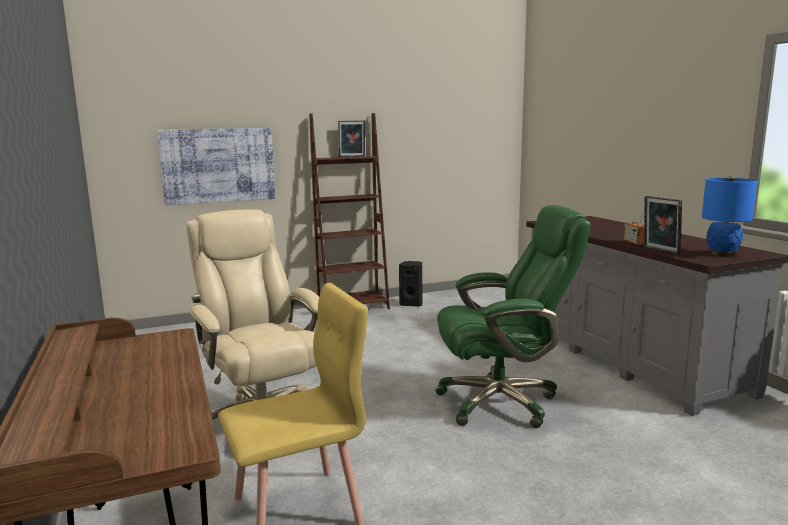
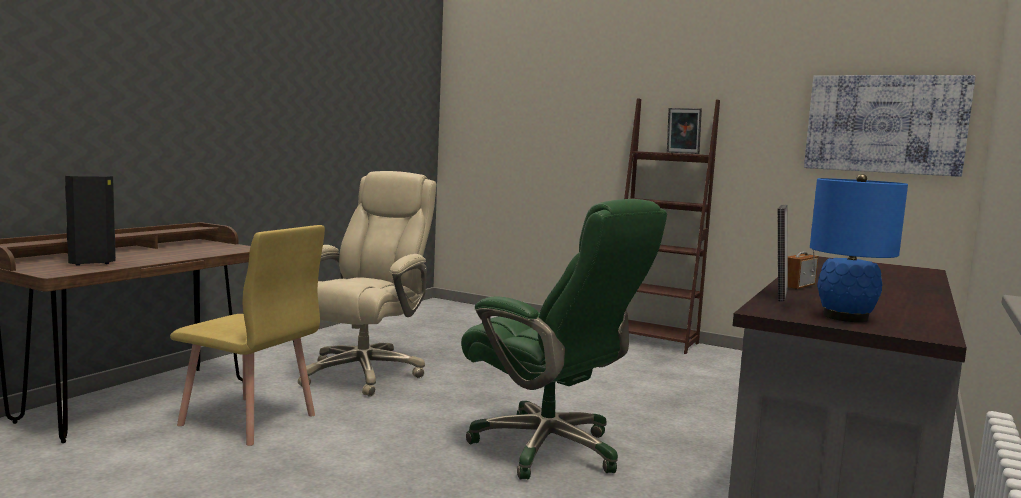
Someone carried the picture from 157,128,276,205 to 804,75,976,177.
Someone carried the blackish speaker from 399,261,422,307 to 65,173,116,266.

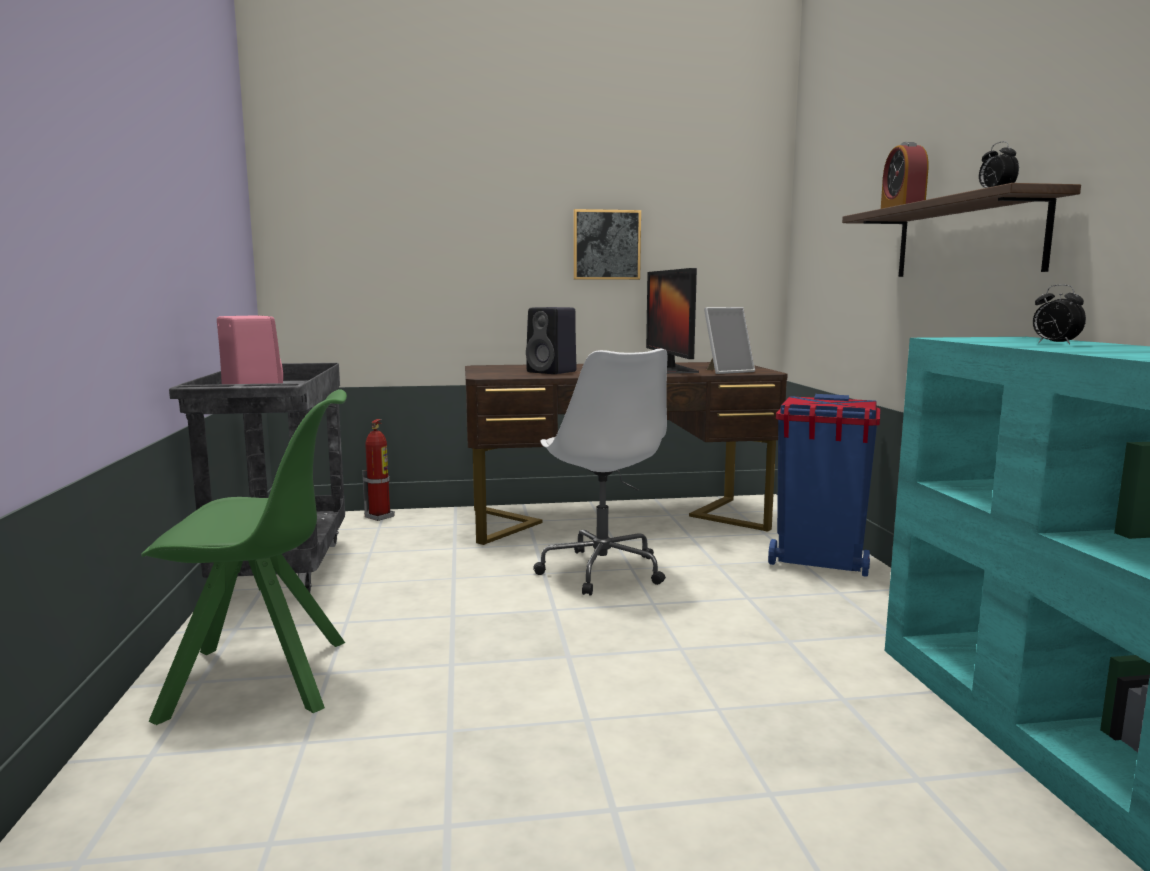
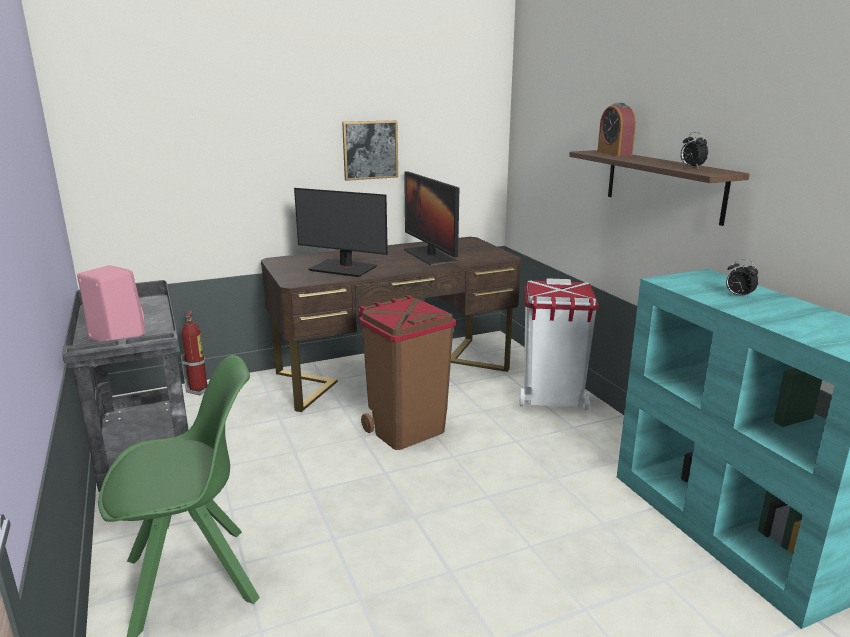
Someone took away the picture frame at 704,307,755,374.
Someone swapped the blackish speaker at 526,307,577,374 for the computer display at 294,188,388,277.
Someone swapped the white-coloured desk chair at 533,349,668,595 for the brown-coloured rubbish bin at 357,295,456,450.
Someone repainted the bluish rubbish bin at 768,394,880,577, which became the white-coloured rubbish bin at 519,278,599,410.

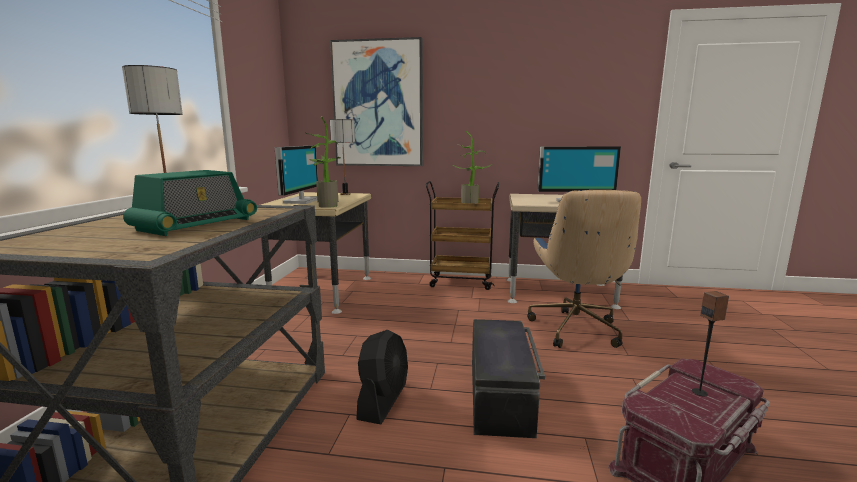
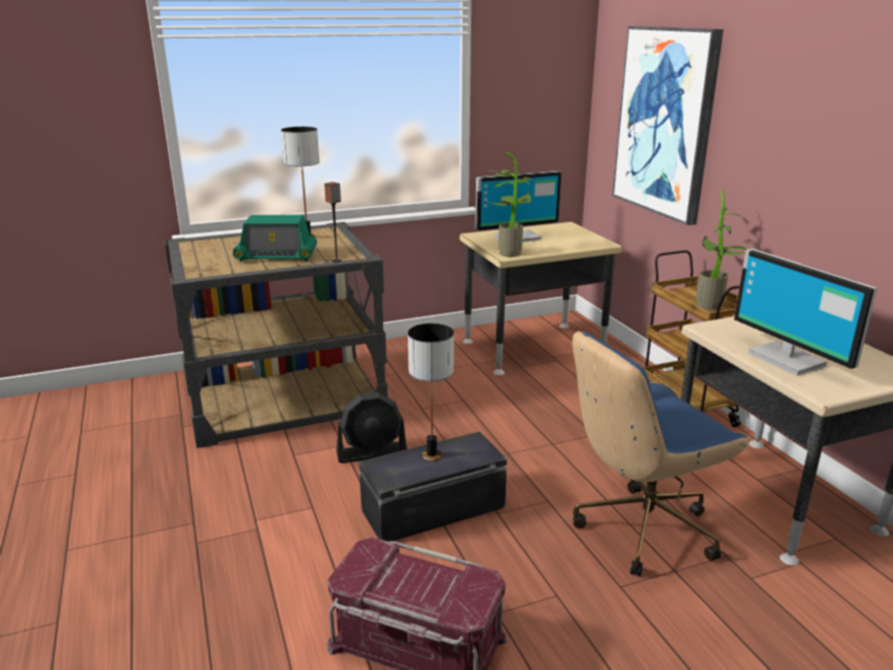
Someone carried the tabletop lamp from 330,119,355,195 to 408,323,454,461.
Someone carried the speaker from 692,291,729,397 to 324,182,342,263.

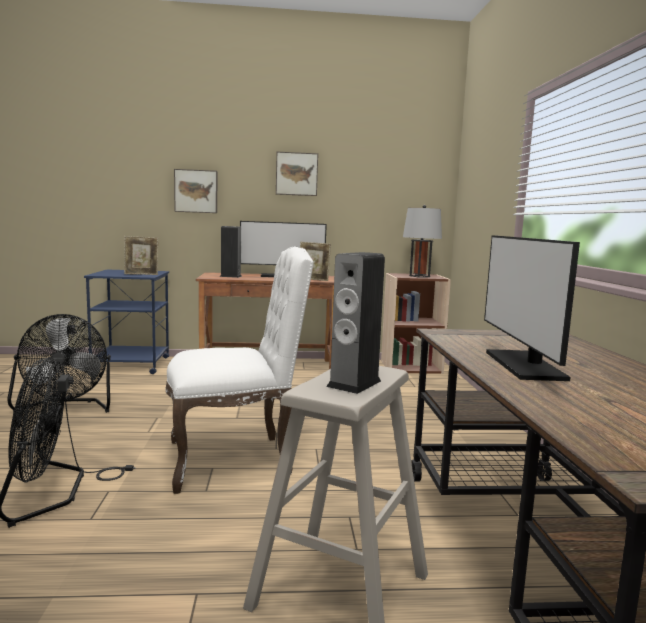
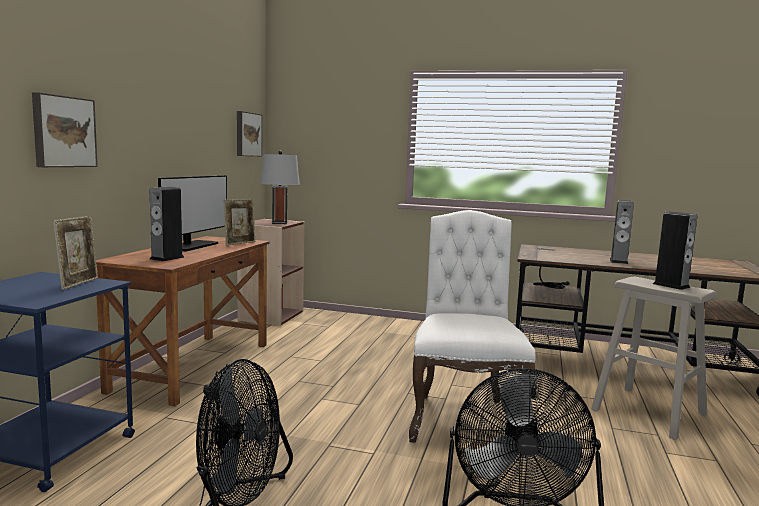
Someone carried the picture from 276,152,318,196 to 237,111,262,156.
Someone swapped the computer display at 484,235,580,381 for the speaker at 610,200,634,264.

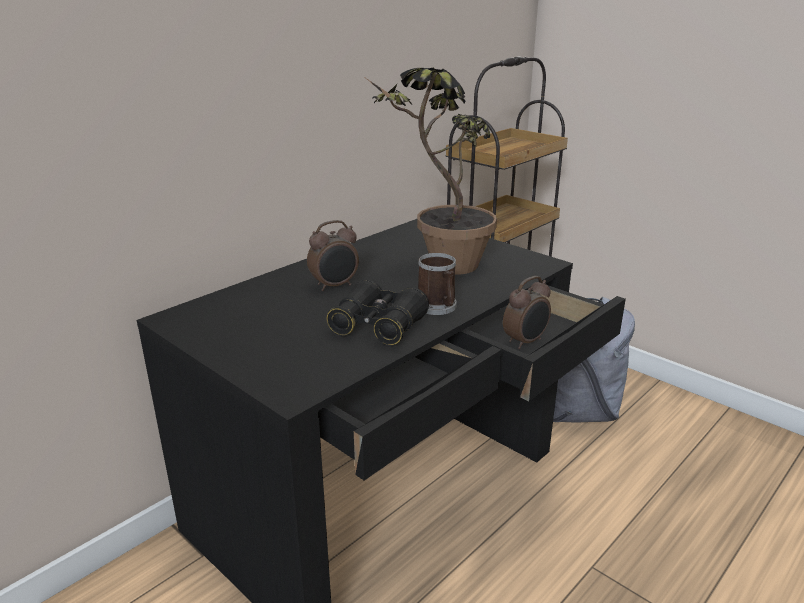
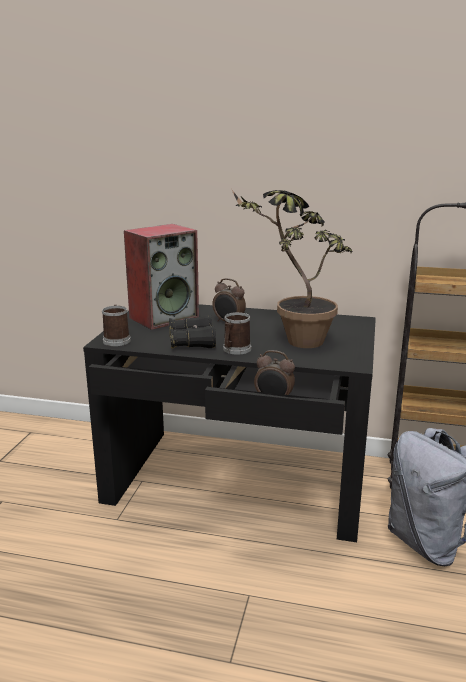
Someone put down the tea mug at 102,305,131,346.
Someone put down the speaker at 124,224,199,330.

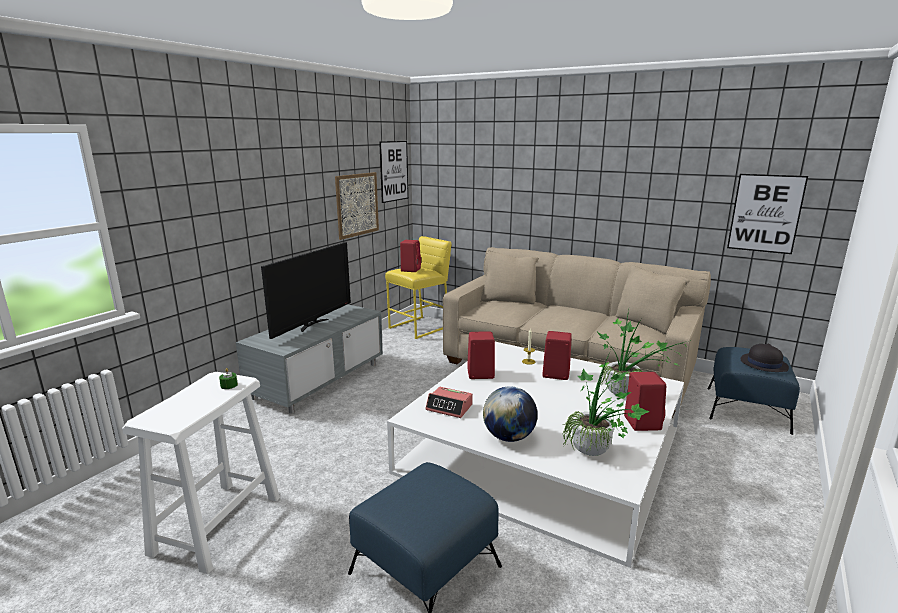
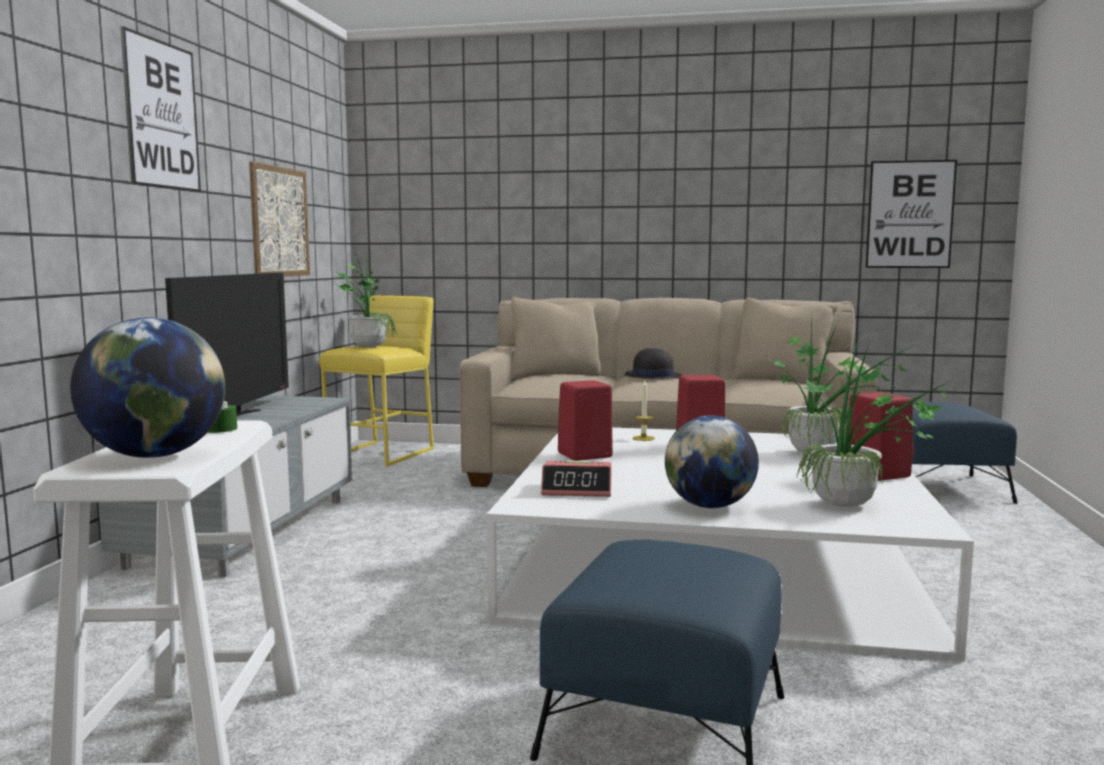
Someone put down the globe at 70,318,225,458.
Someone carried the picture from 379,141,408,203 to 120,26,201,192.
Someone carried the blackish clothing hat from 741,344,789,372 to 625,348,682,379.
Someone swapped the reddish speaker at 400,240,421,272 for the plant in a pot at 335,242,398,348.

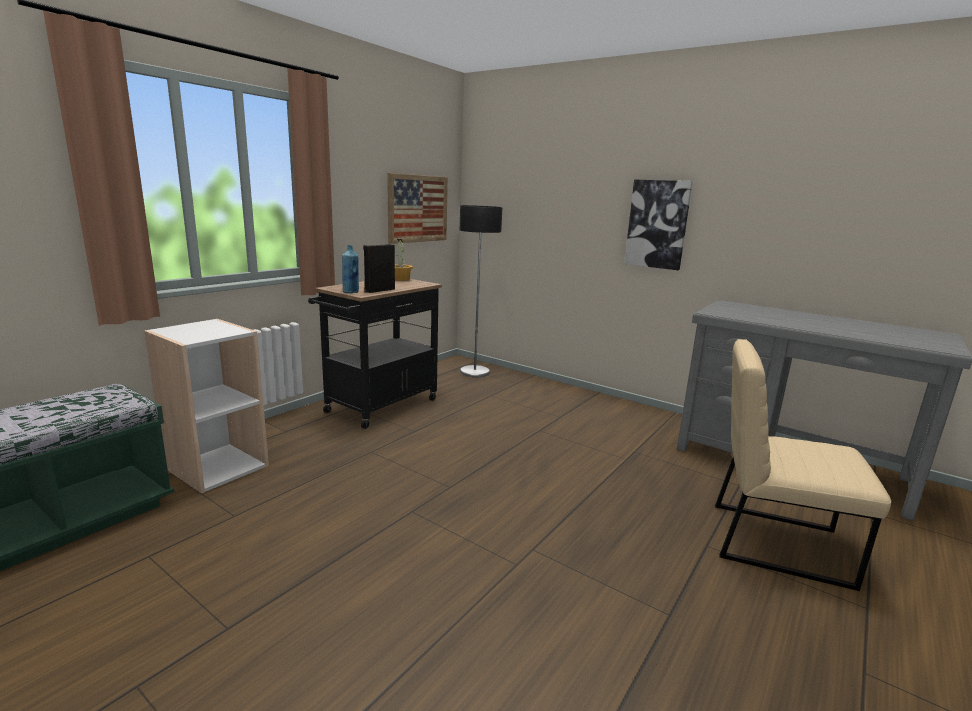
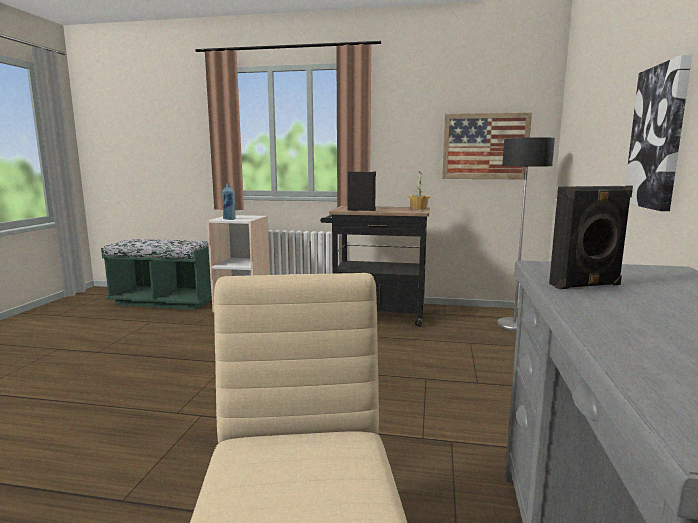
Someone put down the blackish speaker at 549,185,633,289.
Someone carried the bluish bottle from 342,245,359,293 to 222,183,235,220.

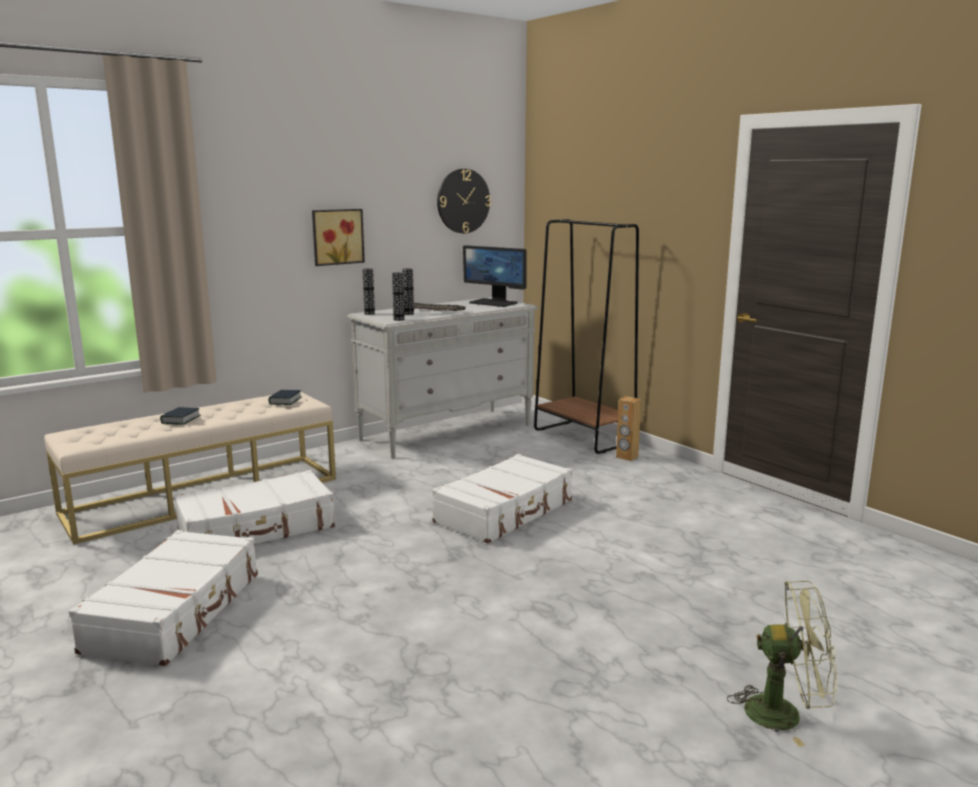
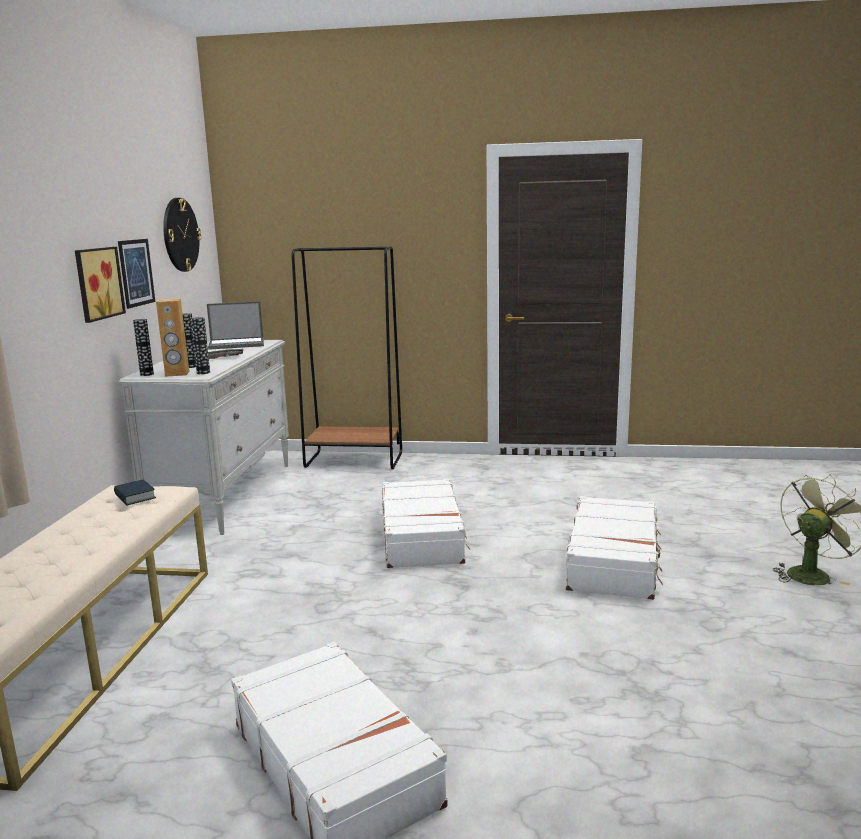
Someone took away the bound book at 160,407,201,425.
Someone put up the picture at 118,239,155,309.
Someone carried the white-coloured piece of luggage from 174,470,335,544 to 566,496,663,600.
Someone carried the brown-coloured speaker from 616,396,641,461 to 156,299,190,376.
Someone swapped the computer display at 463,245,526,307 for the portable computer at 207,301,264,350.

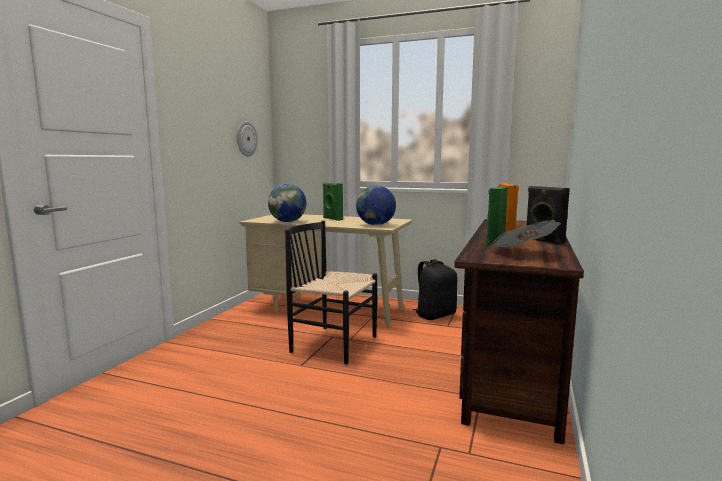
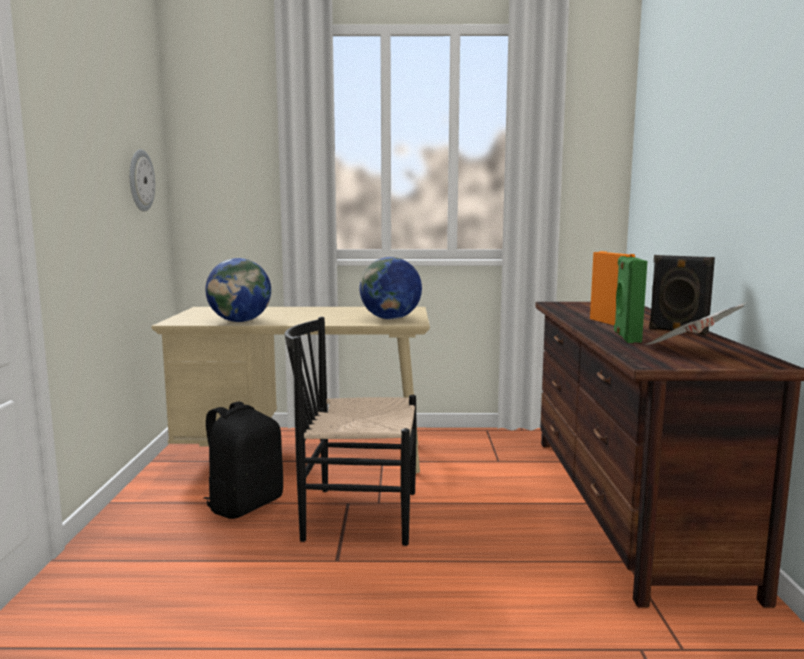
Someone took away the greenish speaker at 323,182,343,221.
Someone carried the blackish rucksack from 413,259,457,320 to 203,401,283,519.

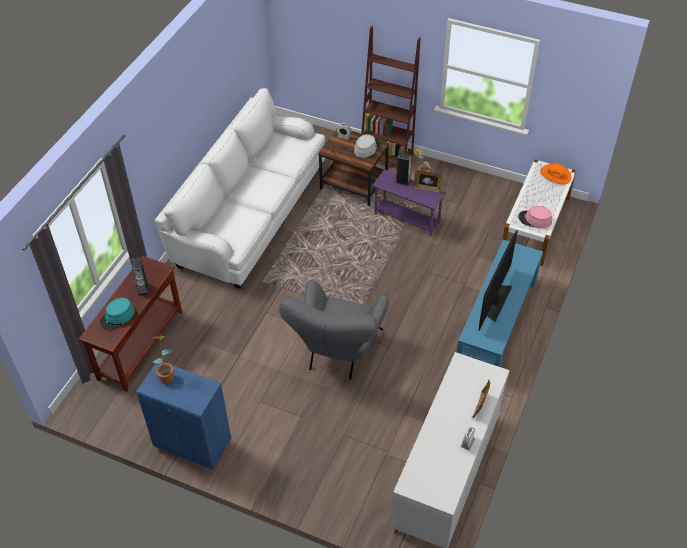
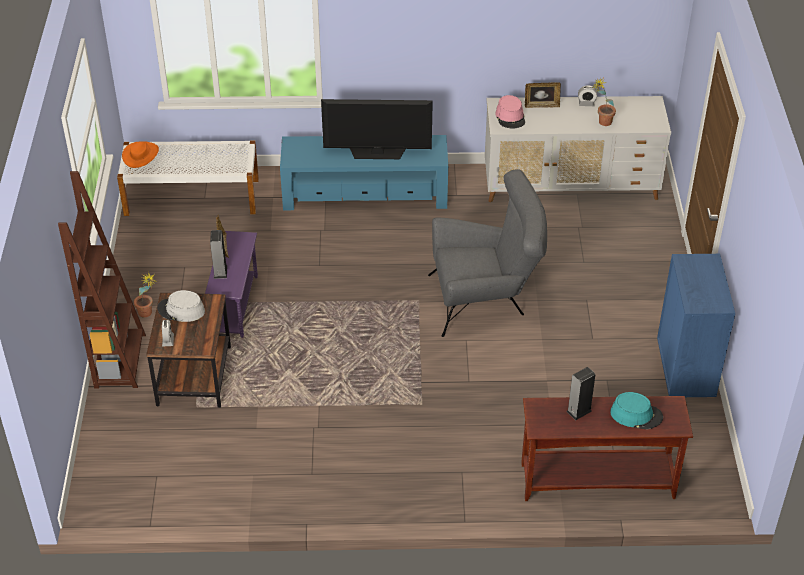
Someone took away the white-coloured couch at 155,88,325,289.
Someone carried the plant in a pot from 152,336,174,384 to 594,78,616,126.
Someone carried the pink-coloured clothing hat from 518,206,552,228 to 496,95,525,129.

